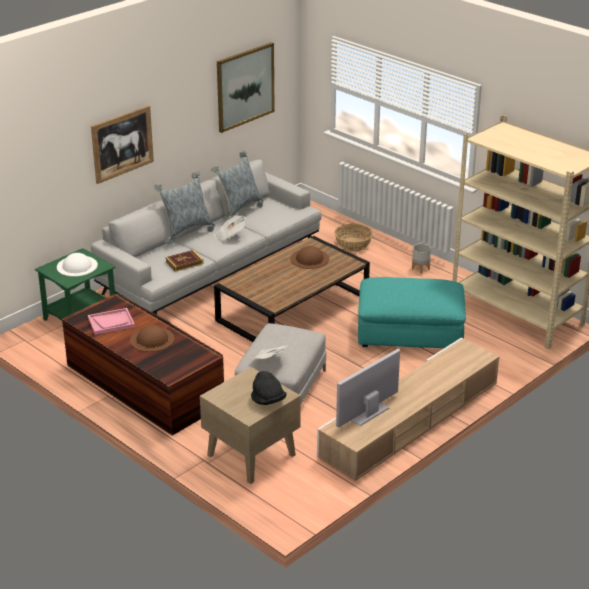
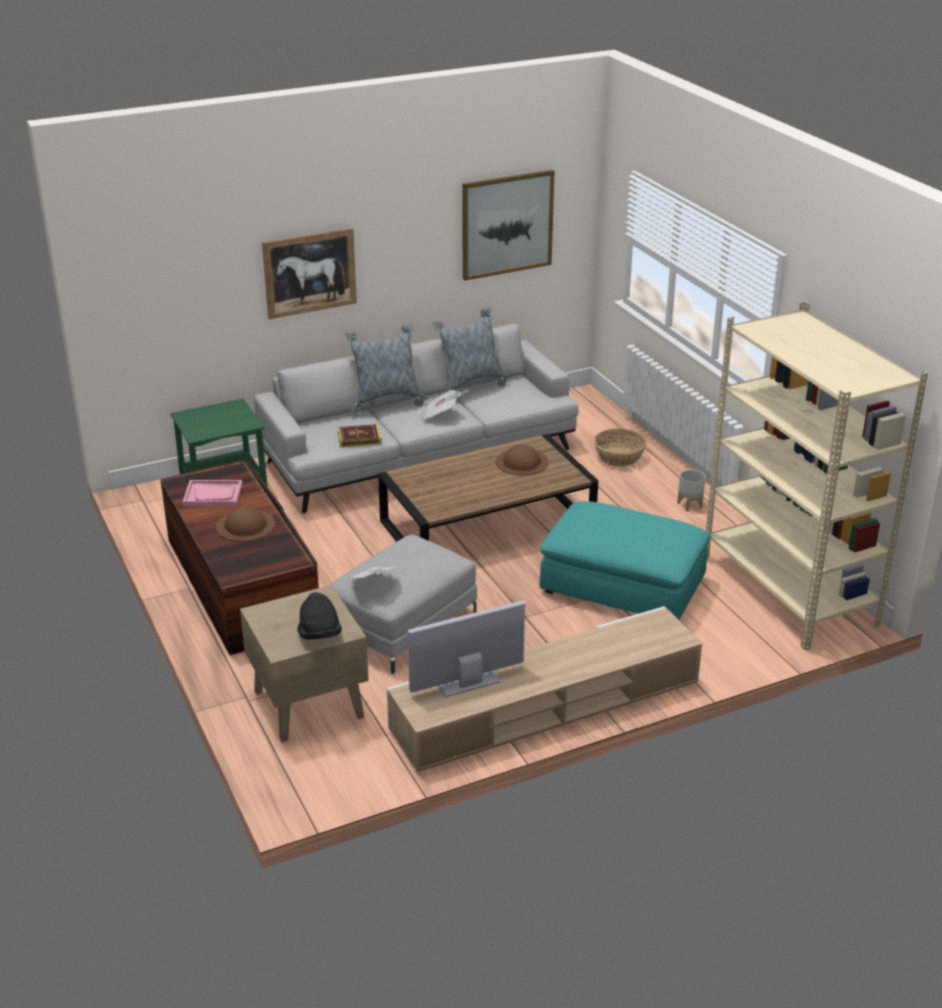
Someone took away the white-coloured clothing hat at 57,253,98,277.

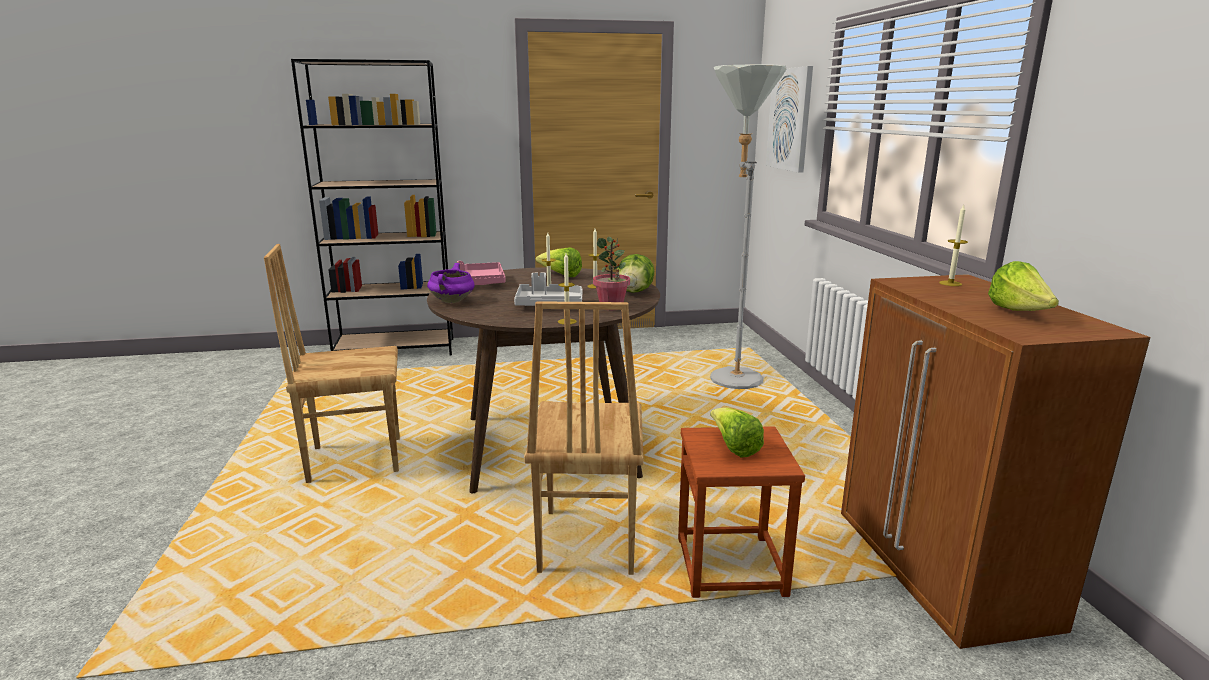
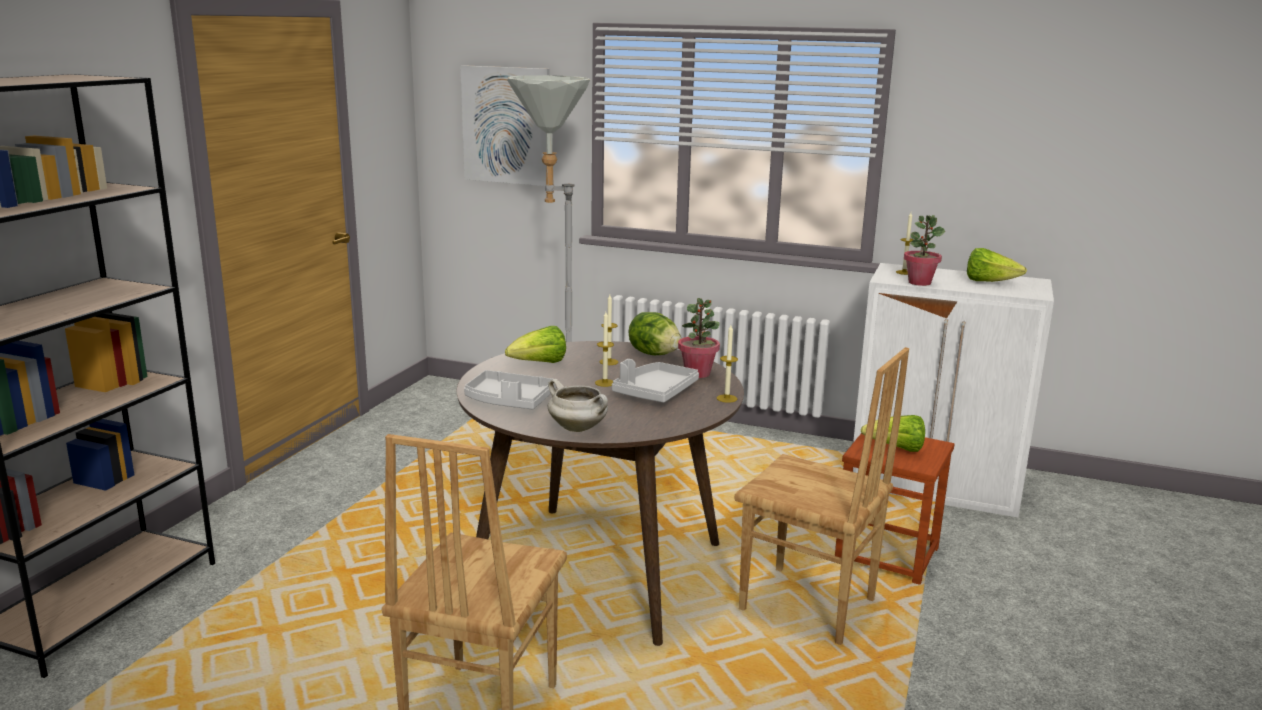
Someone put down the plant in a pot at 904,215,945,286.
Someone repainted the purplish cooking pot at 427,263,475,303, which became the white-coloured cooking pot at 548,379,608,432.
Someone repainted the pink-coloured serving tray at 457,261,506,285, which became the gray serving tray at 464,370,556,409.
Someone repainted the brown-coloured storage cabinet at 841,274,1150,649, which became the white-coloured storage cabinet at 853,263,1054,517.

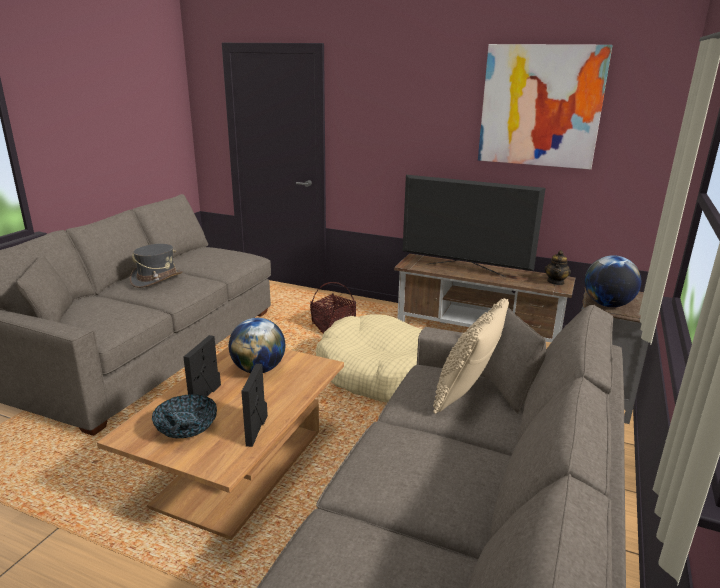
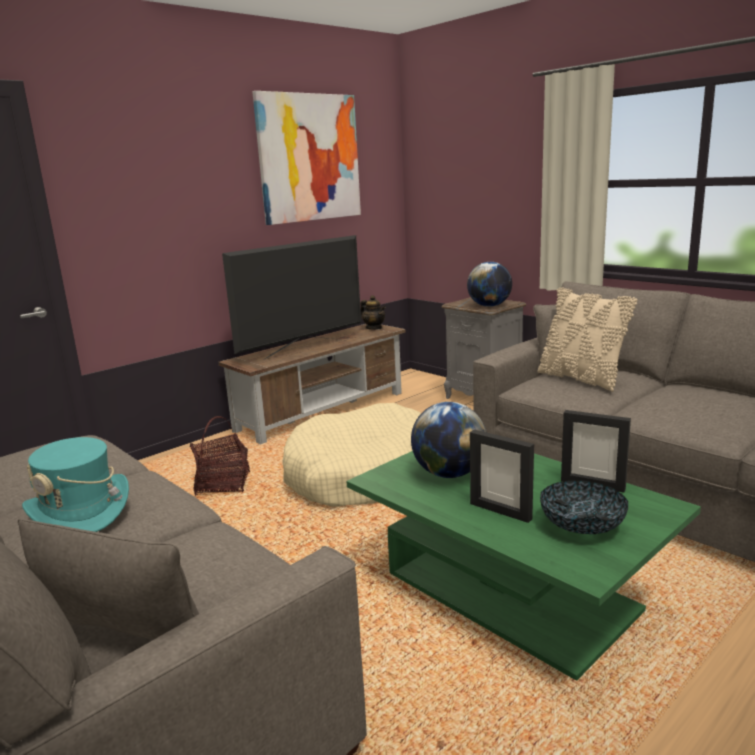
Someone repainted the brown-coloured coffee table at 97,346,344,540, which became the greenish coffee table at 346,451,701,681.
Someone repainted the gray clothing hat at 130,244,183,288, which became the turquoise-coloured clothing hat at 22,437,129,532.

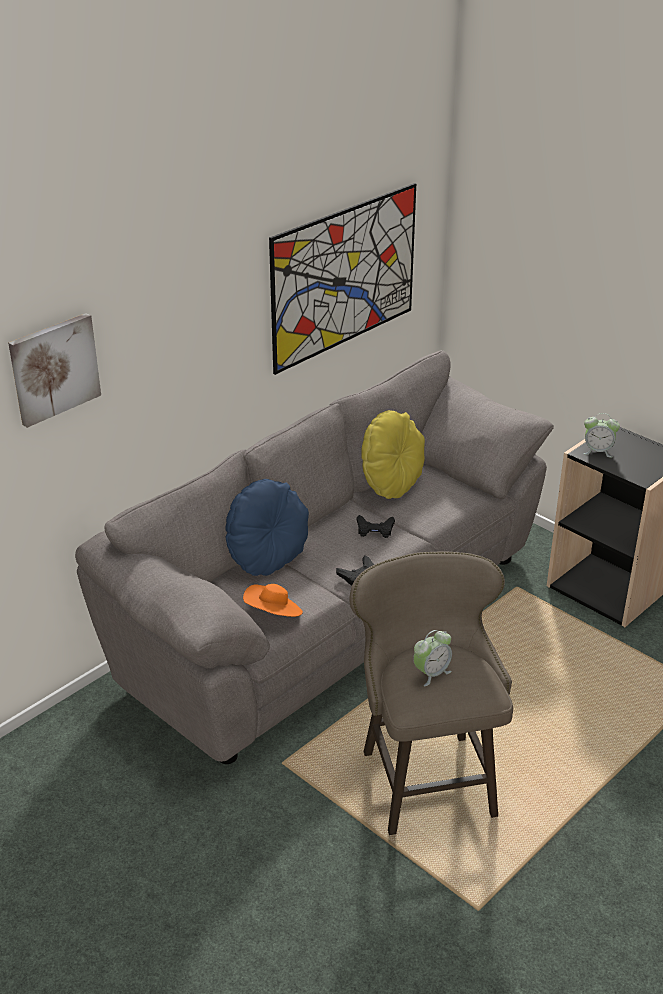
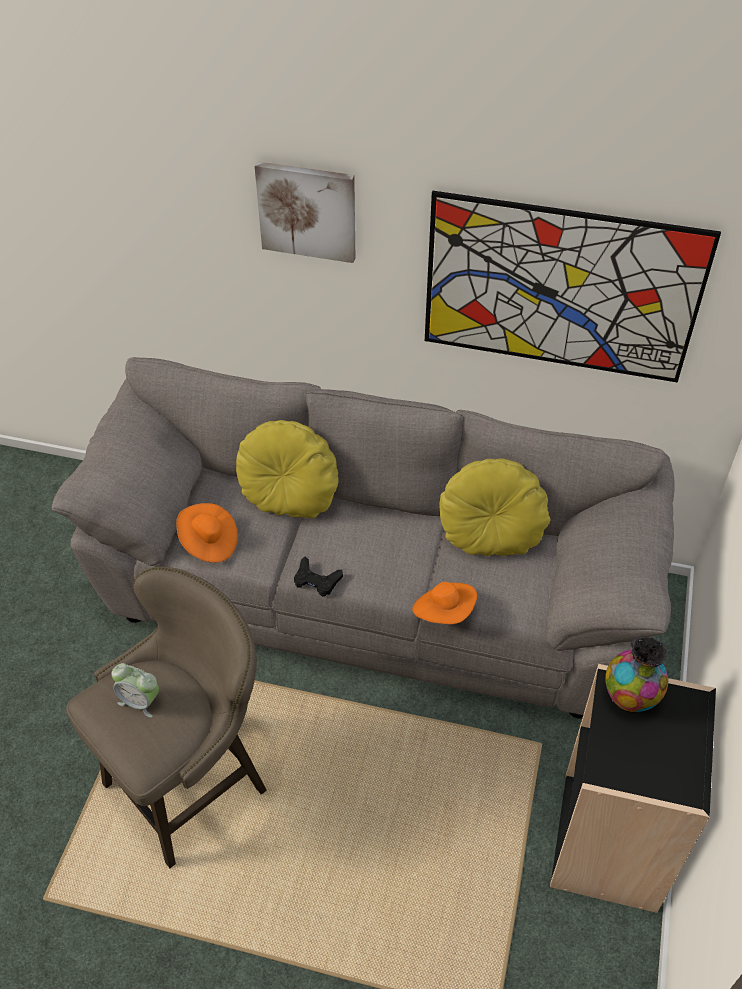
Someone took away the blackish gamepad at 357,515,395,538.
Someone put down the orange clothing hat at 412,582,477,624.
Someone carried the picture from 8,313,101,428 to 255,161,355,263.
Someone swapped the table clock at 583,413,620,458 for the decorative vase at 605,636,668,713.
Someone repainted the bluish throw pillow at 225,479,309,576, which became the yellow-coloured throw pillow at 236,420,339,518.

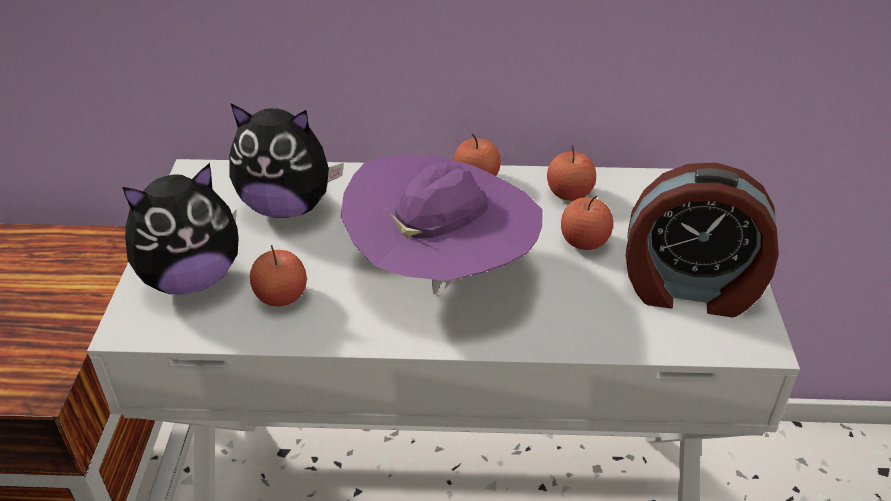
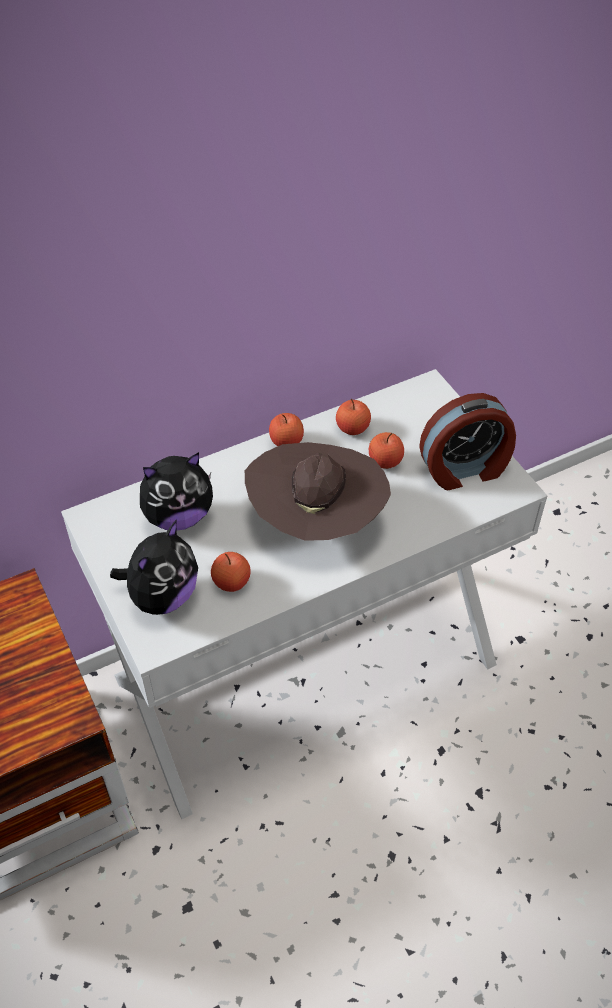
Someone repainted the purplish clothing hat at 341,155,543,294, which became the brown-coloured clothing hat at 245,442,391,541.

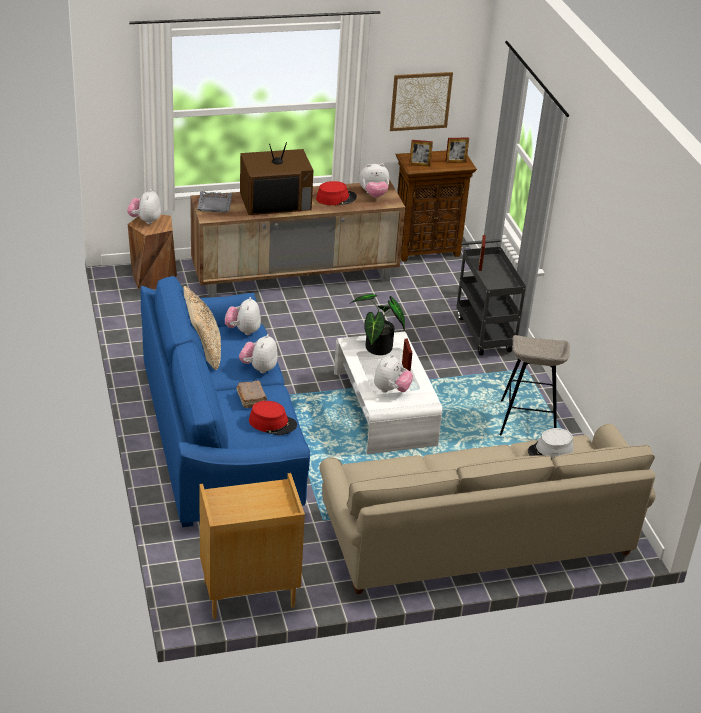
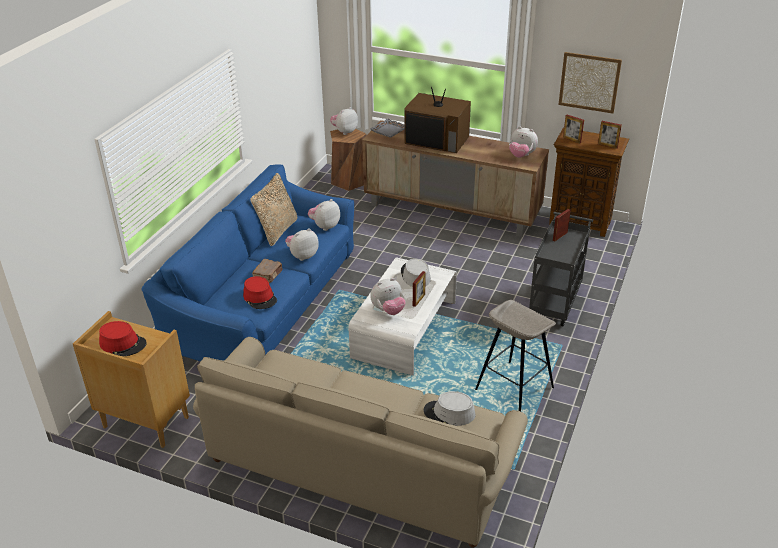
Someone carried the reddish clothing hat from 316,181,357,205 to 99,321,147,356.
Someone swapped the plant in a pot at 350,294,405,355 for the gray clothing hat at 401,259,431,287.

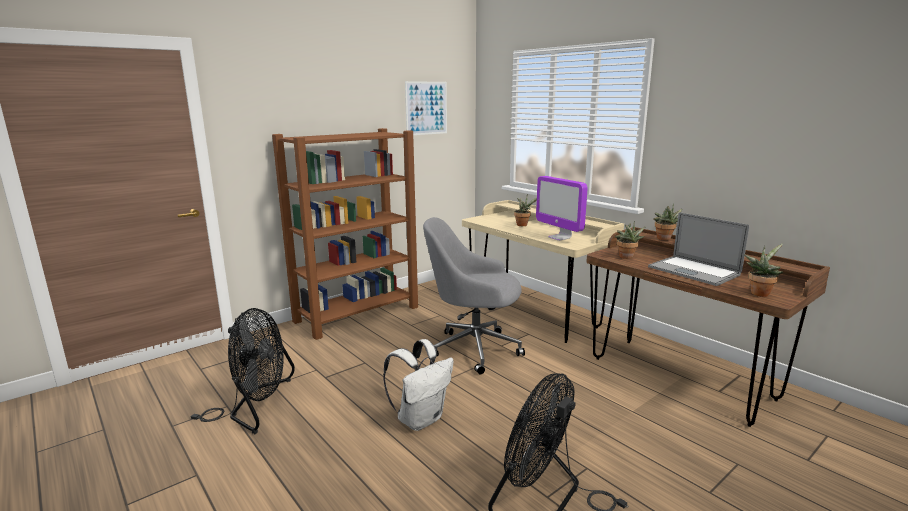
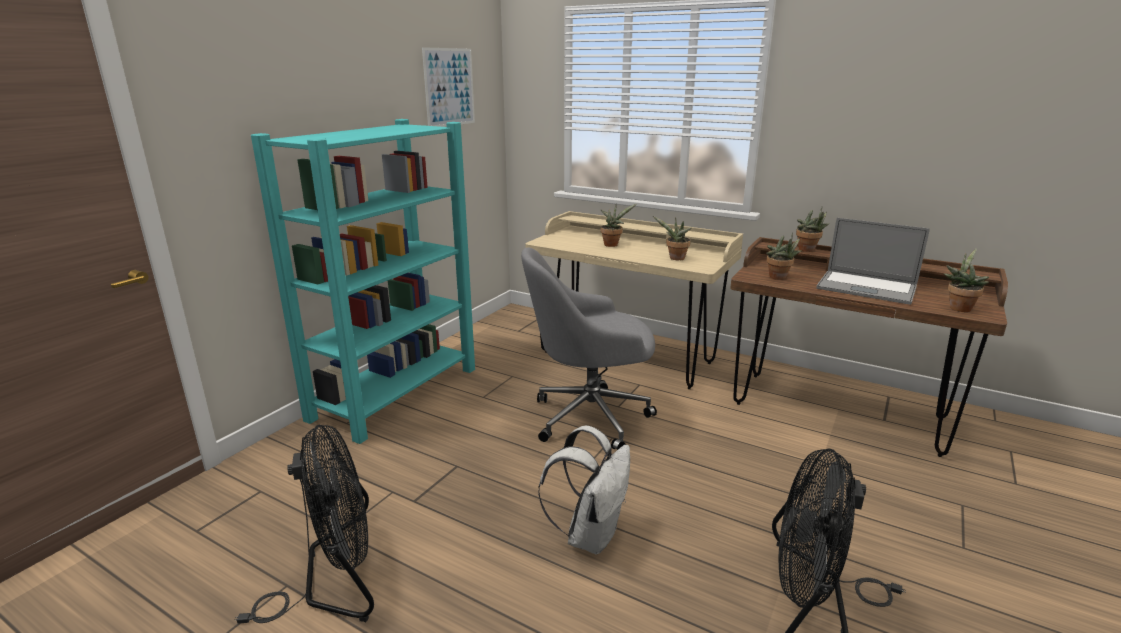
Someone swapped the computer display at 536,176,588,241 for the plant in a pot at 653,216,692,260.
Someone repainted the brown-coloured shelving unit at 272,128,418,340, which became the turquoise-coloured shelving unit at 251,119,475,444.

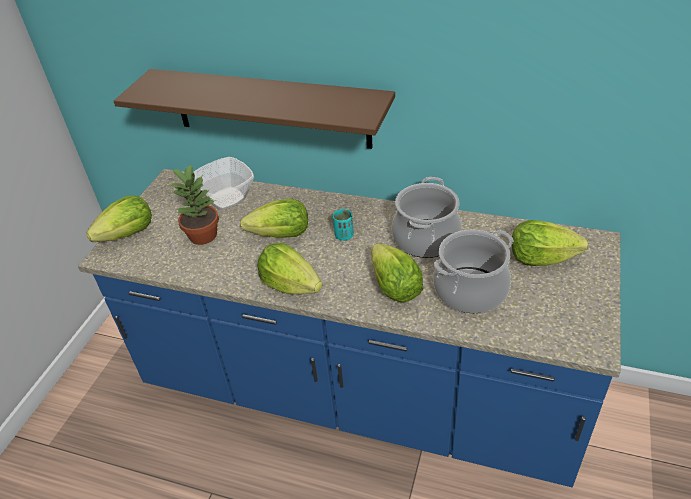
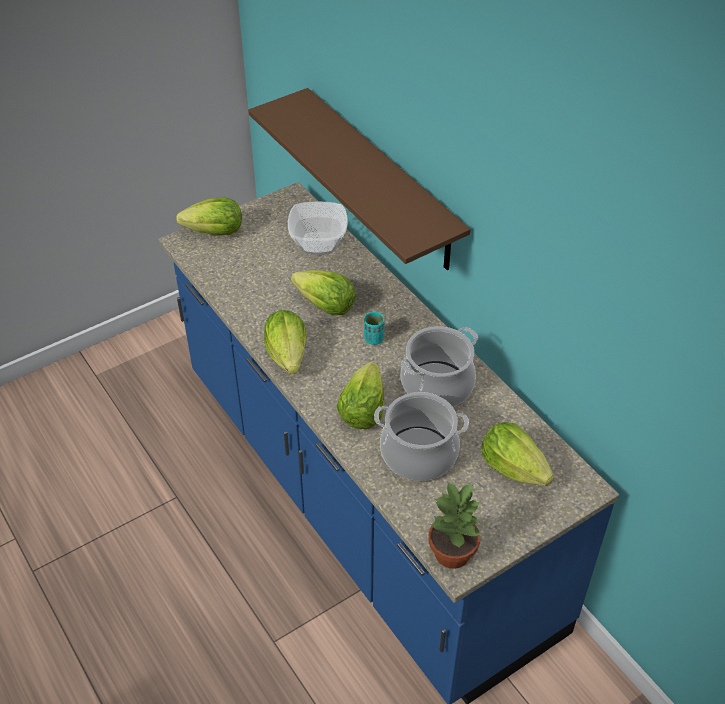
Someone carried the plant in a pot from 170,164,219,245 to 428,481,481,569.

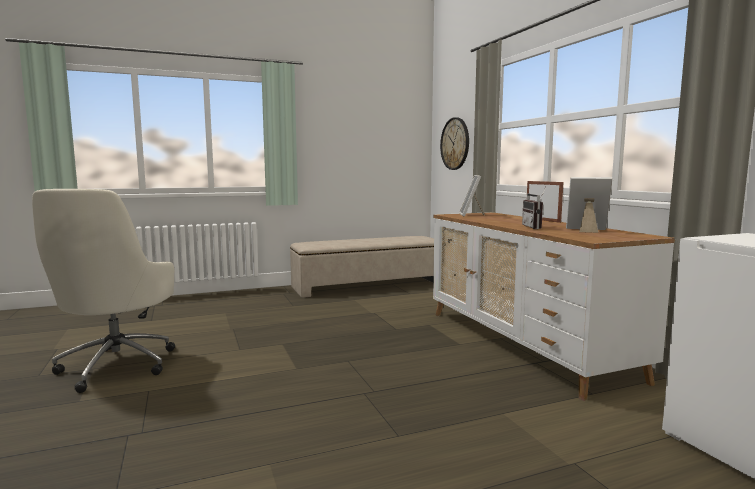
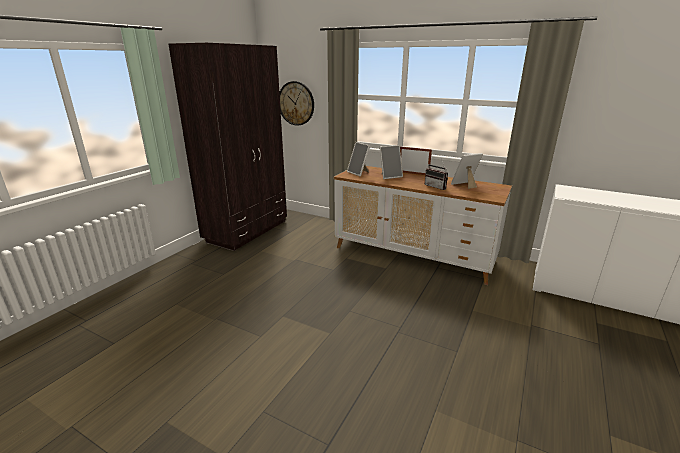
Someone took away the beige-coloured desk chair at 32,189,175,393.
Someone put down the picture frame at 379,145,403,179.
Someone swapped the beige-coloured long seat at 290,236,434,298 for the brown-coloured clothes cupboard at 168,43,287,251.

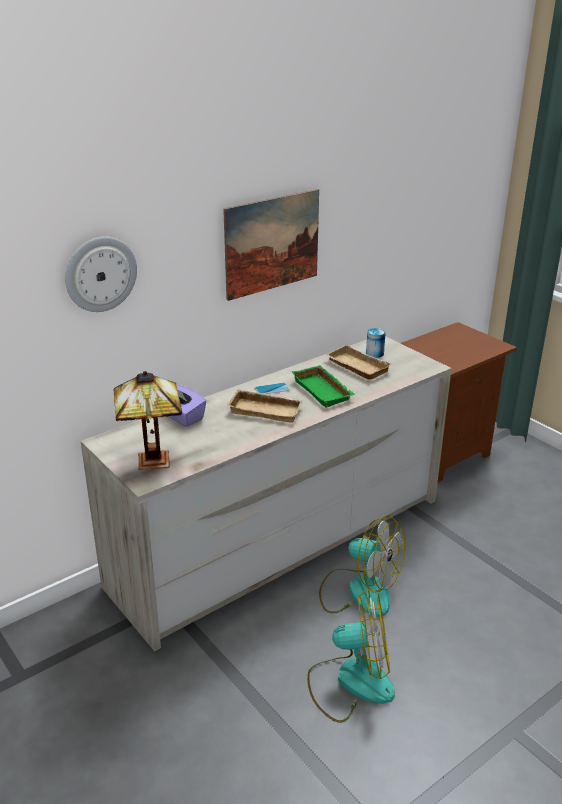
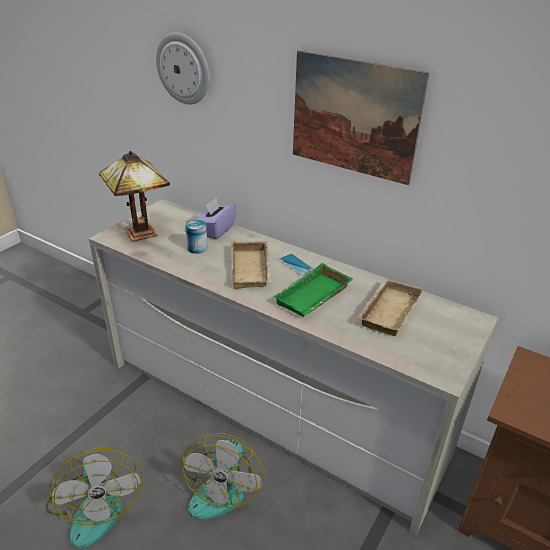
Someone carried the metal can from 366,328,386,358 to 185,220,208,254.

